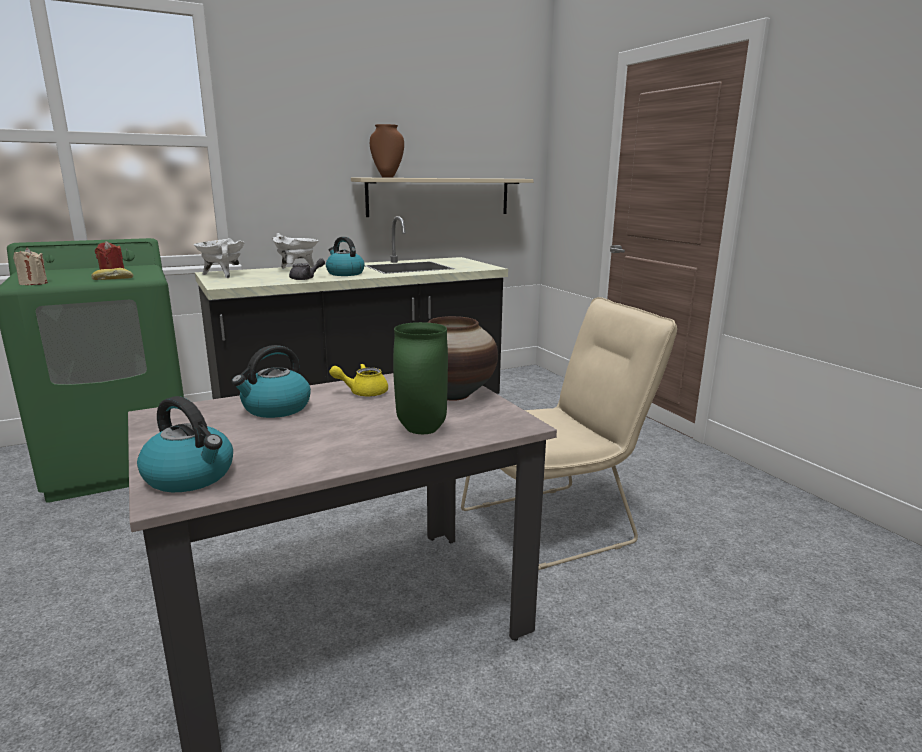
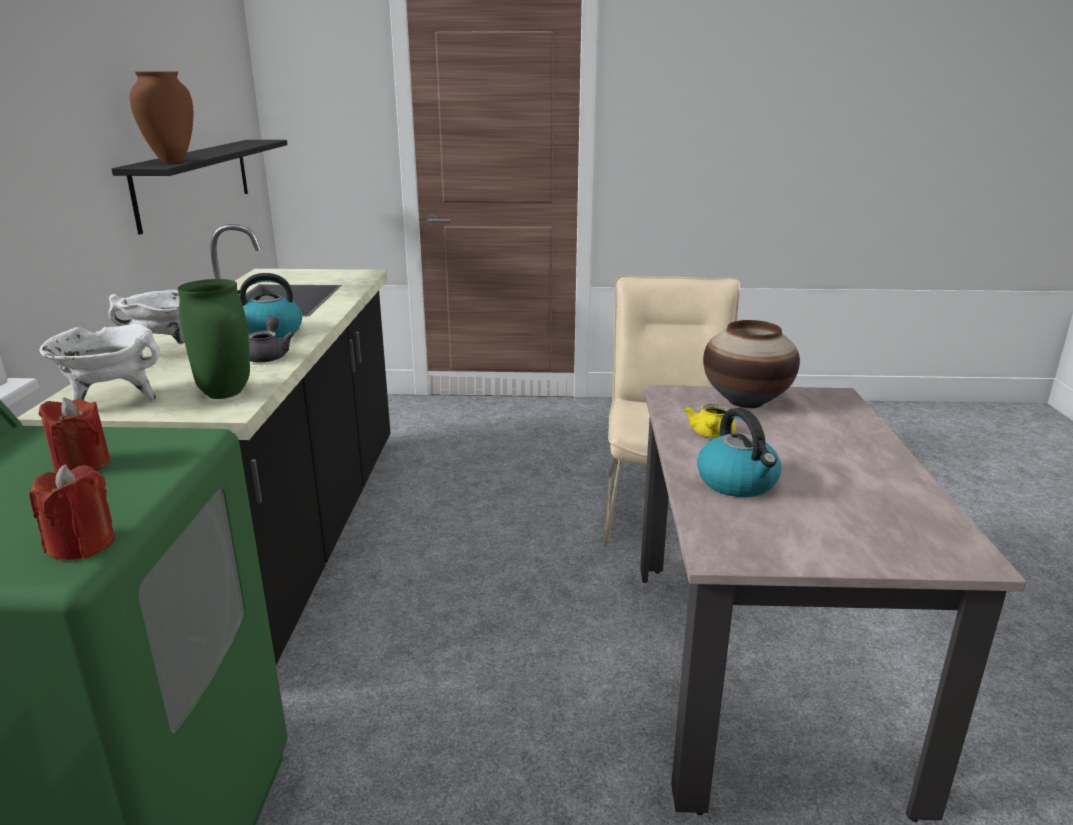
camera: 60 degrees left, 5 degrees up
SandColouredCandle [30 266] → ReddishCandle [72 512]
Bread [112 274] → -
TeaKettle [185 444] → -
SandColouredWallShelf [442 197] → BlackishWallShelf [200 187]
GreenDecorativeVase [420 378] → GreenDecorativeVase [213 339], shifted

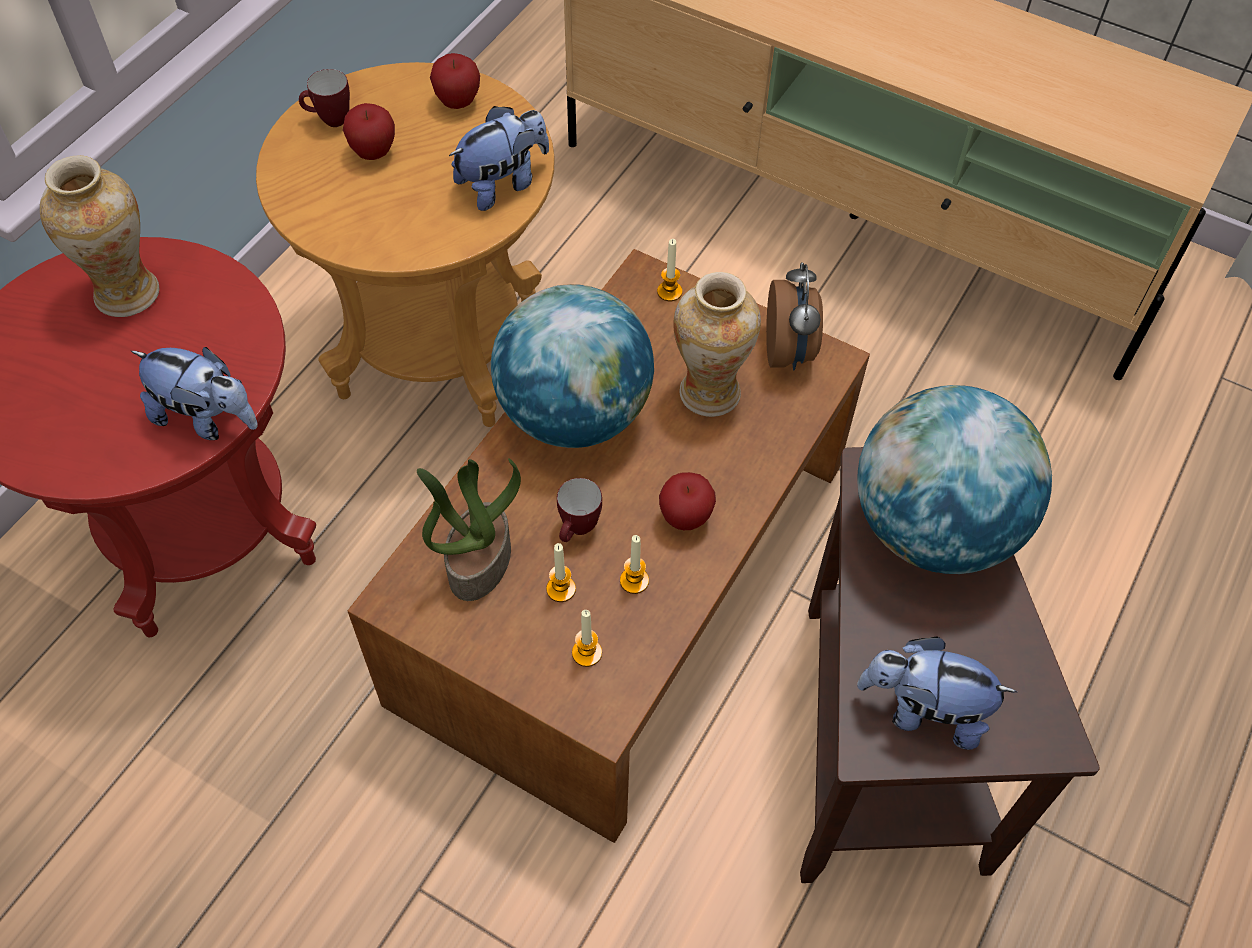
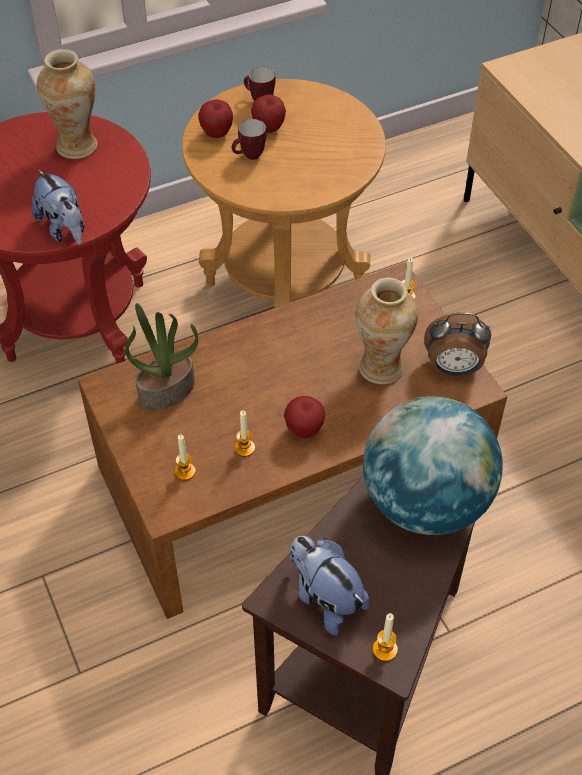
camera: 35 degrees right, 5 degrees down
AppleFruit [455 81] → AppleFruit [215 118], shifted
PlushToy [499 158] → -
WorldGlobe [572 366] → -
Candle [561 572] → Candle [385 637], shifted
Mug [579 510] → Mug [249 139], shifted
AlarmClock [794 316] → AlarmClock [458 344], 60 degrees clockwise

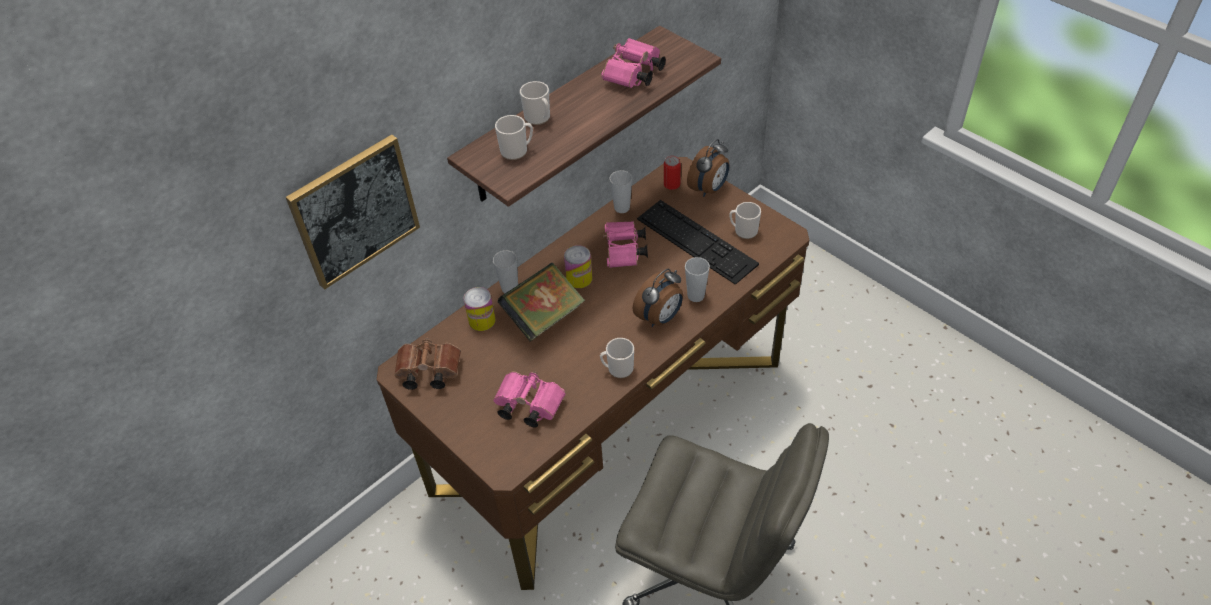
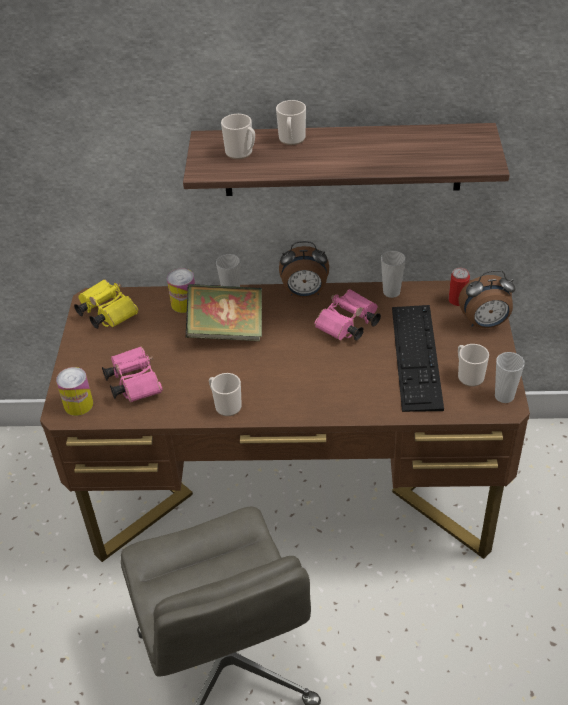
camera: 45 degrees right, 5 degrees down
WallPicture [353 212] → -
BrownishFieldGlasses [427 364] → YellowishFieldGlasses [106 304]
Can [578 266] → Can [74 391], shifted
PinkishFieldGlasses [633 63] → -
AlarmClock [658 298] → AlarmClock [304 269], shifted
SmallCup [697 279] → SmallCup [510 377], shifted

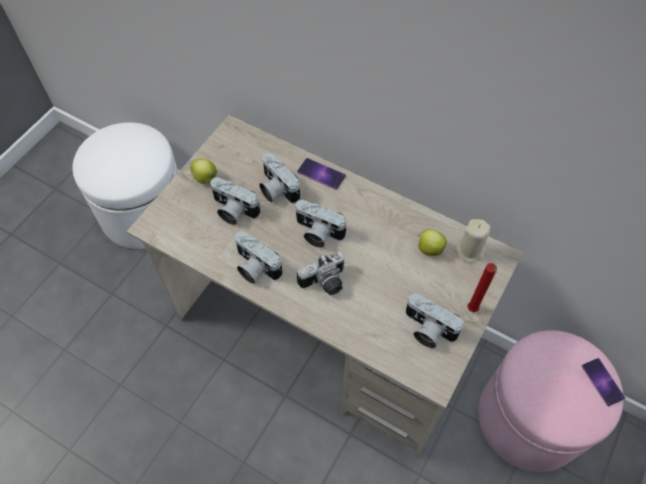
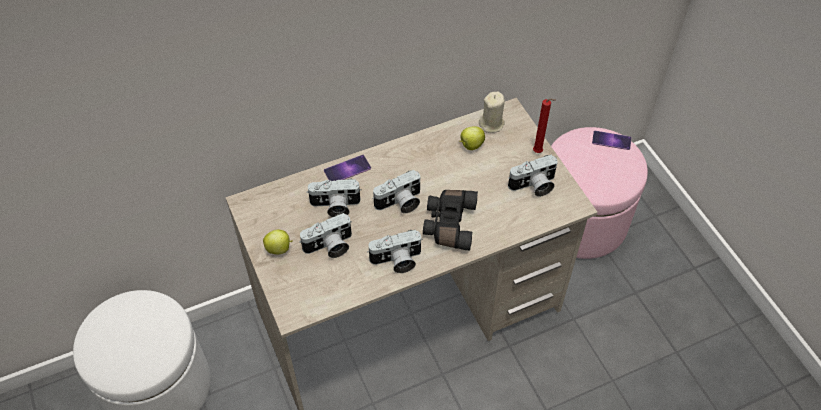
camera: 55 degrees left, 5 degrees down
PhotoCamera [321 273] → BlackishFieldGlasses [450 220]

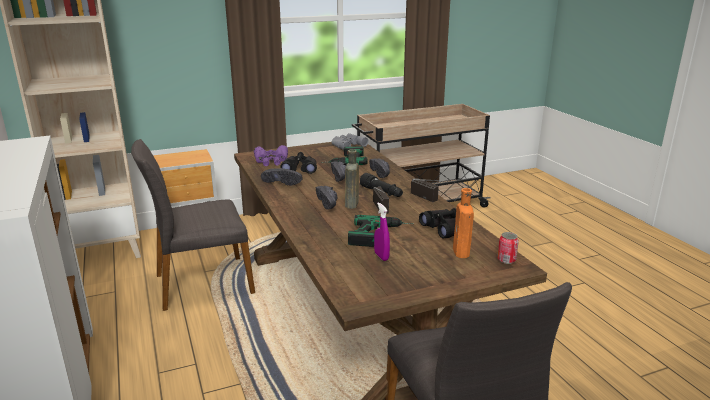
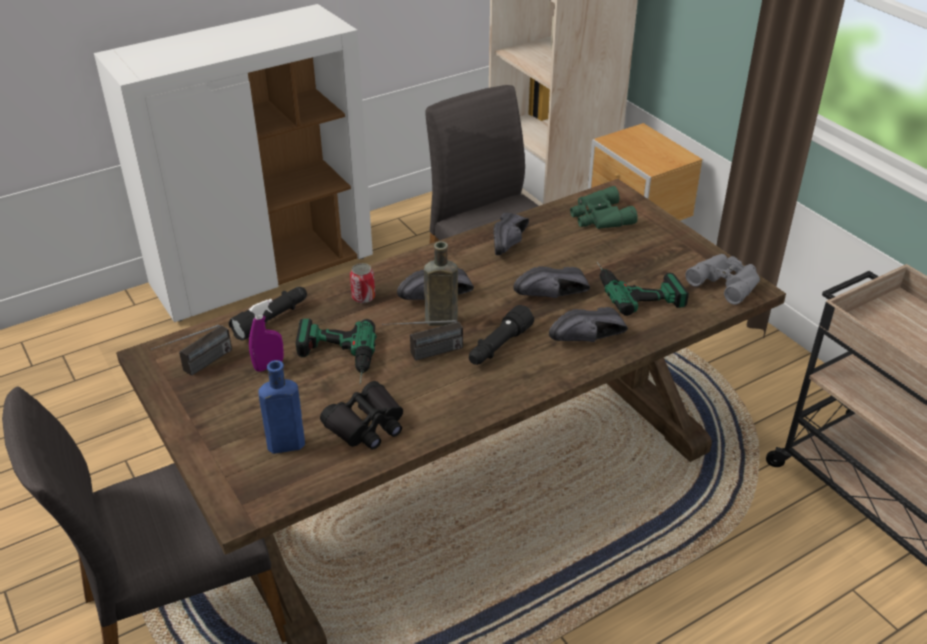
camera: 80 degrees right, 15 degrees up
PurpleColouredFieldGlasses [271 155] → GreenFieldGlasses [604 207]
BlackishFieldGlasses [298 163] → -
RadioSet [425 190] → RadioSet [191 350], shifted
OrangeBottle [463 223] → BluishBottle [281 407]
Can [508 248] → Can [362 283], shifted
- → BlackishHandTorch [268 314]

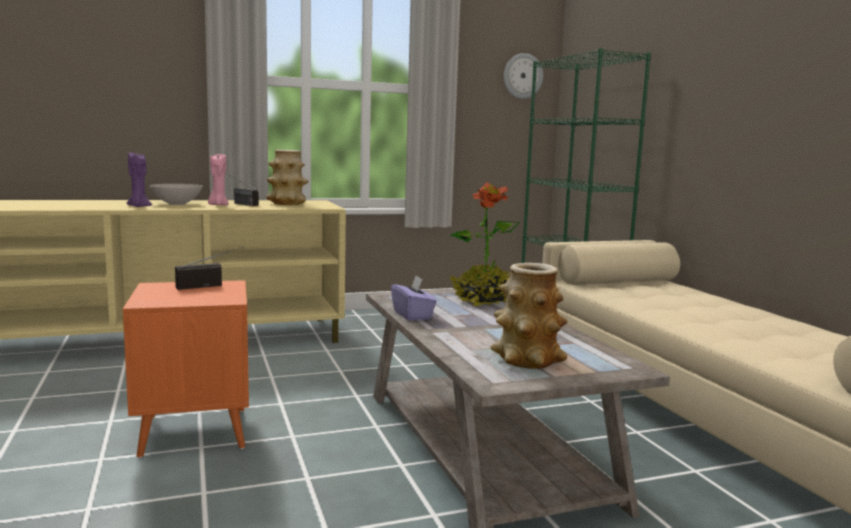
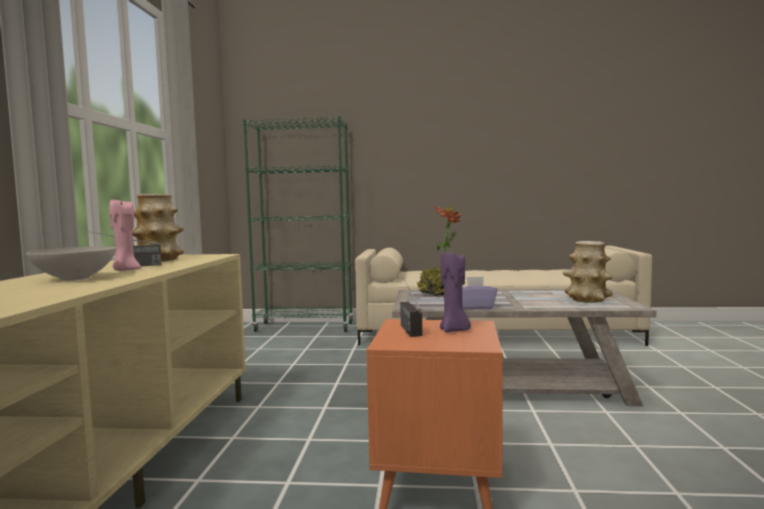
camera: 65 degrees left, 5 degrees down
PurpleColouredCandle [139 179] → PurpleColouredCandle [455 292], shifted
HangingClock [523 76] → -

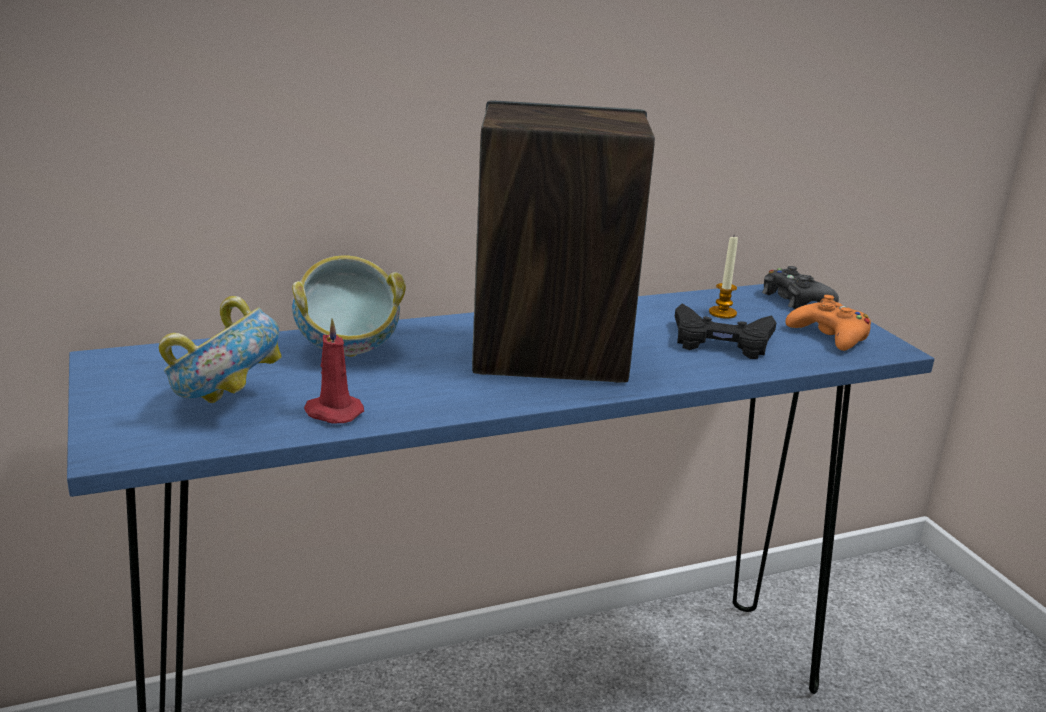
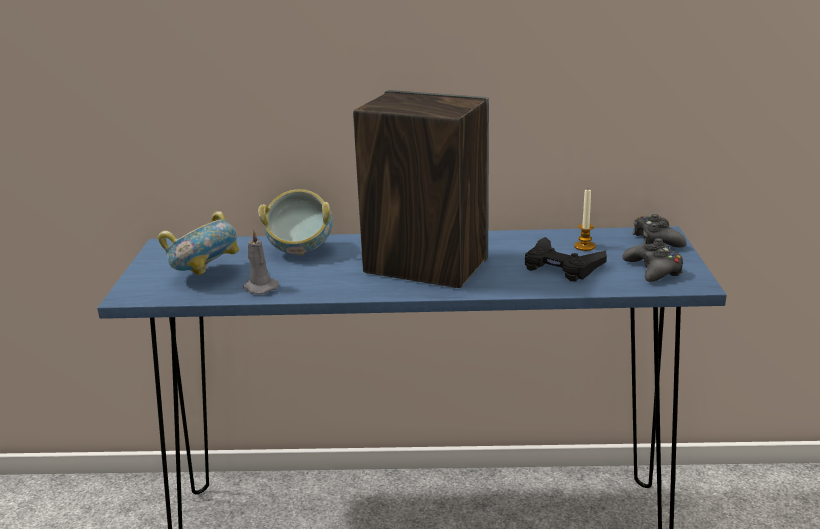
camera: 25 degrees right, 0 degrees up
ReddishCandle [334 371] → GreyishCandle [261 261]
OrangeJoypad [828 323] → BlackishJoypad [652 260]

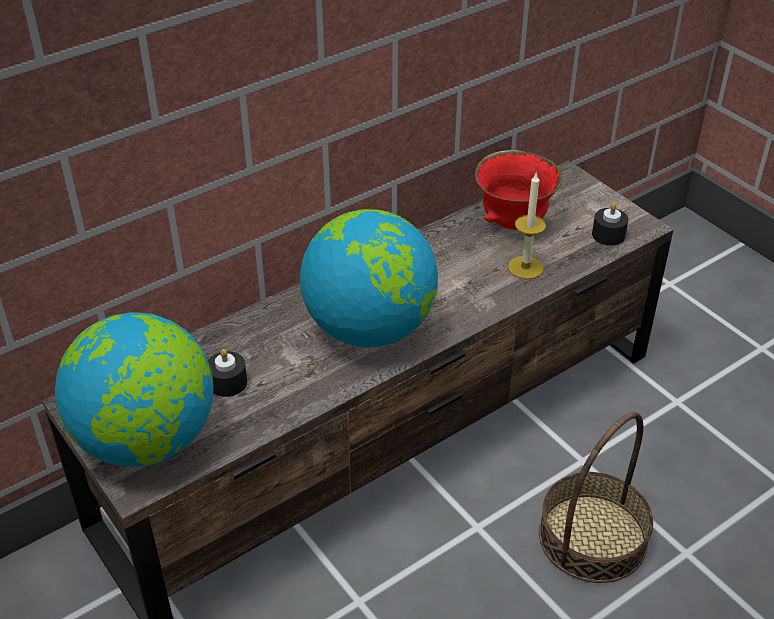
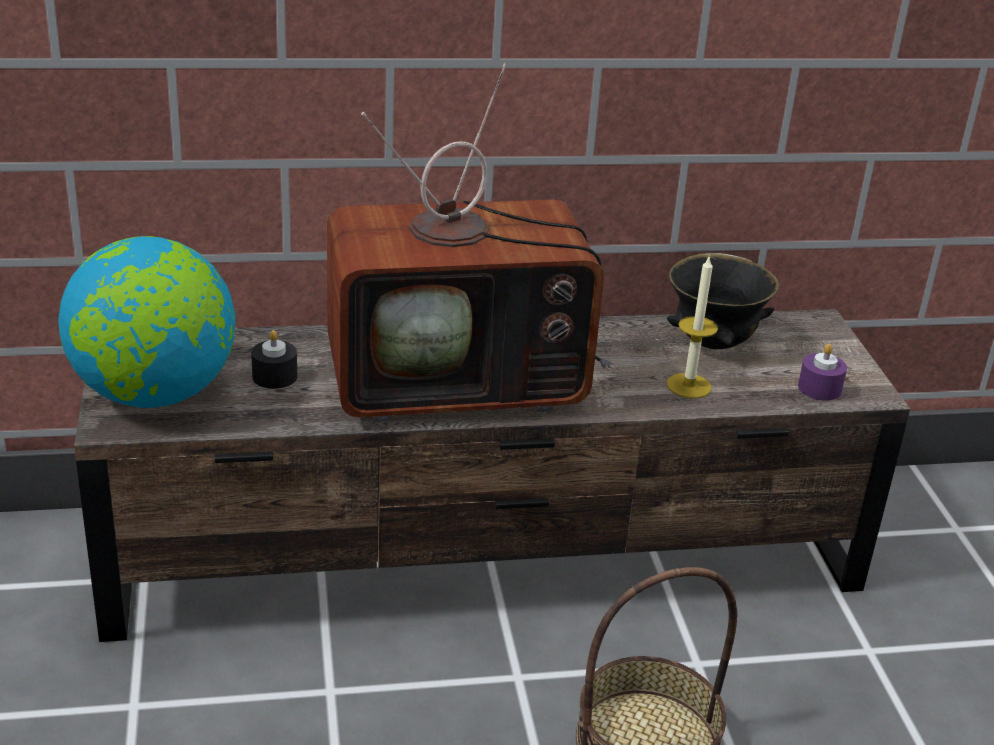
camera: 25 degrees right, 10 degrees down
WorldGlobe [369 278] → Tv [471 242]
ReddishDeepDish [518 190] → BlackishDeepDish [723 301]
BlackishCandle [610 224] → PurpleColouredCandle [822 372]

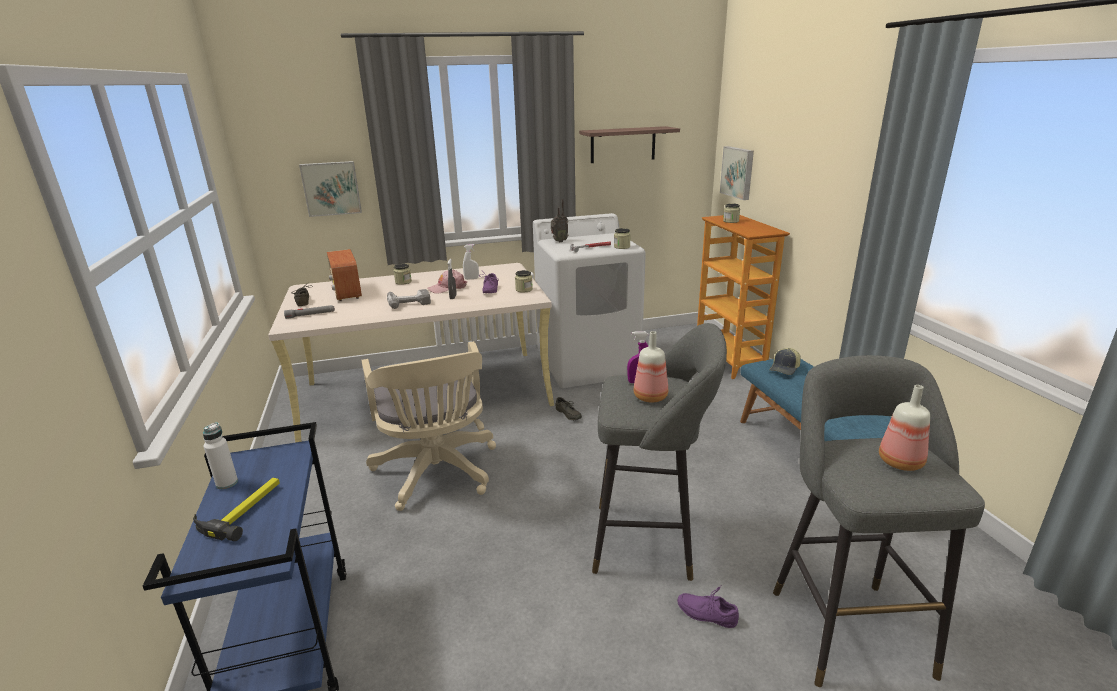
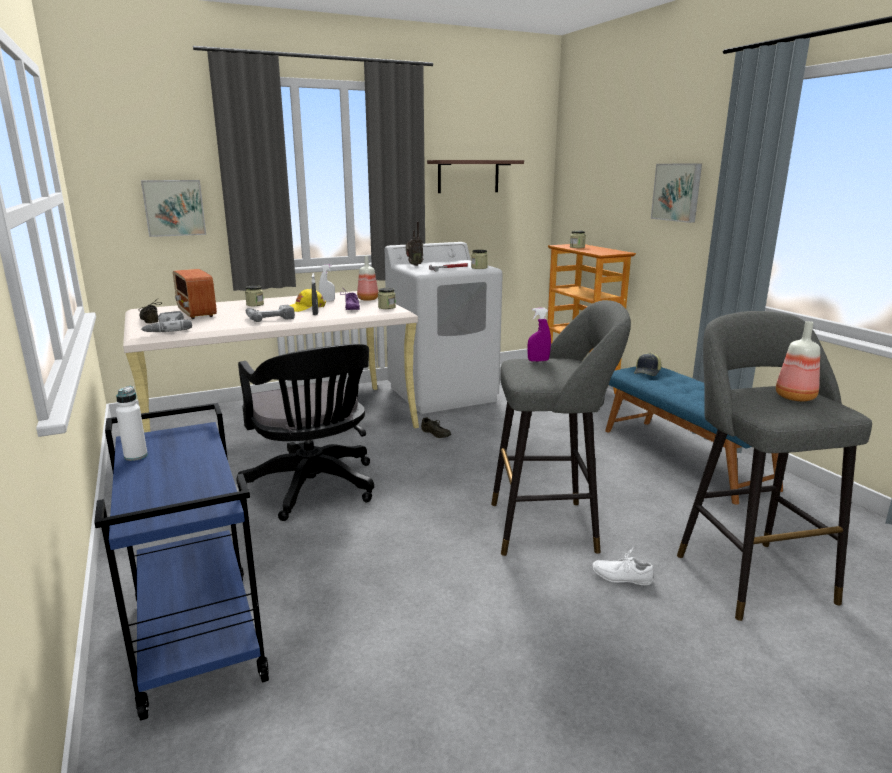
camera: 10 degrees left, 5 degrees down
Hammer [236 509] → -
GreyishHandTorch [309 312] → ElectricDrill [166 321]
SandColouredOfficeChair [429 426] → BlackishOfficeChair [305 432]
PinkishPeakedCap [447 282] → YellowishPeakedCap [308 300]
Bottle [651 367] → Bottle [367 278], shifted
PurpleColouredLowShoe [708 607] → WhiteColouredLowShoe [623 565]
WallPicture [737 173] → WallPicture [676 193], shifted

